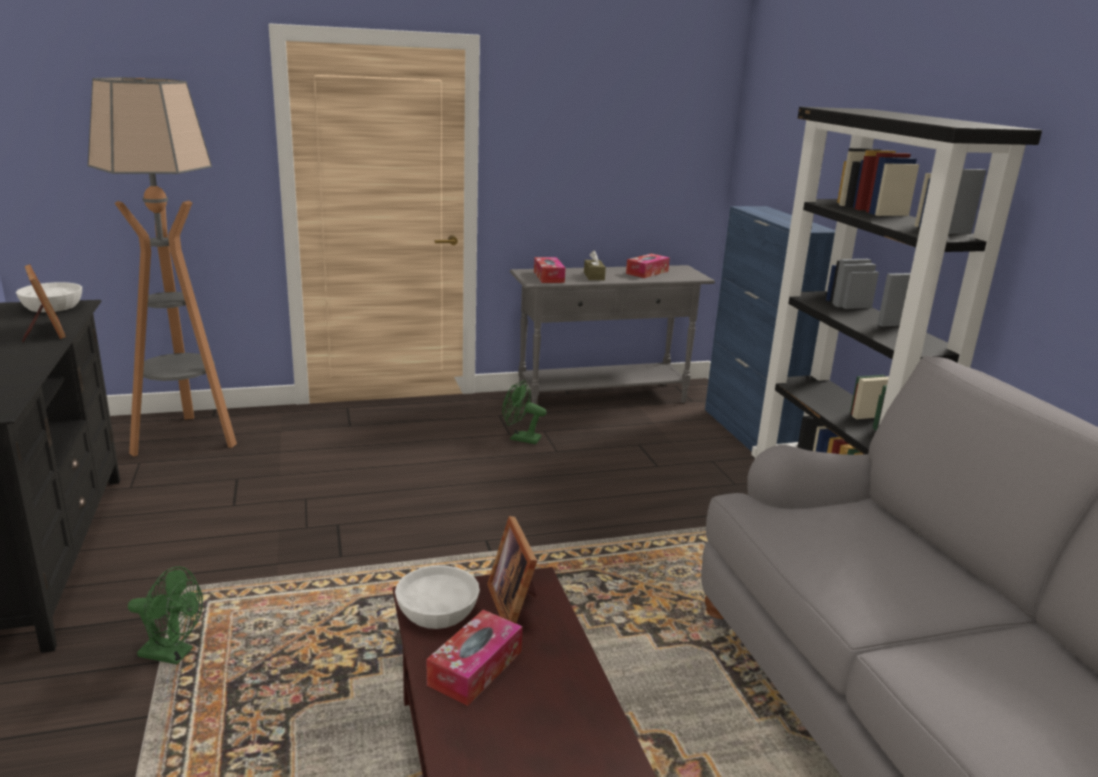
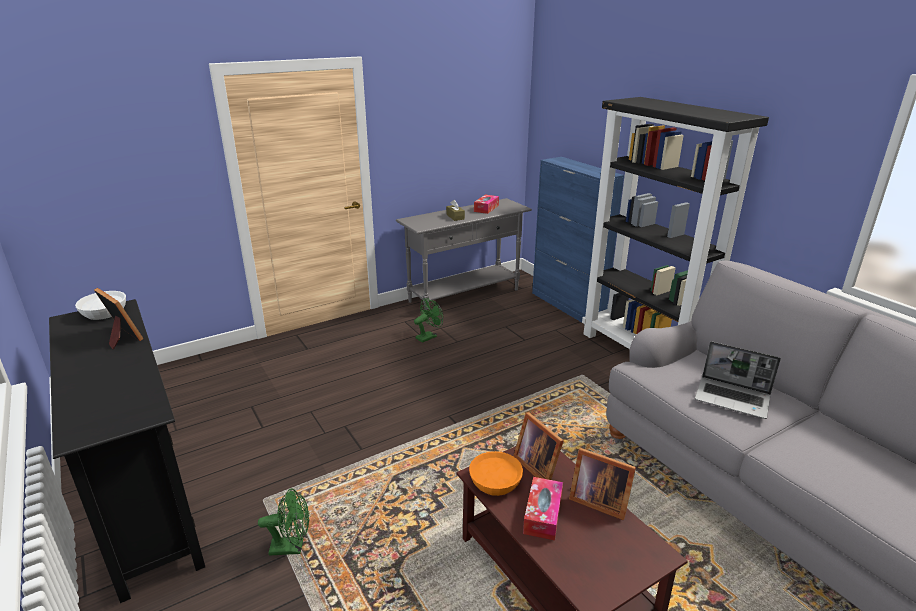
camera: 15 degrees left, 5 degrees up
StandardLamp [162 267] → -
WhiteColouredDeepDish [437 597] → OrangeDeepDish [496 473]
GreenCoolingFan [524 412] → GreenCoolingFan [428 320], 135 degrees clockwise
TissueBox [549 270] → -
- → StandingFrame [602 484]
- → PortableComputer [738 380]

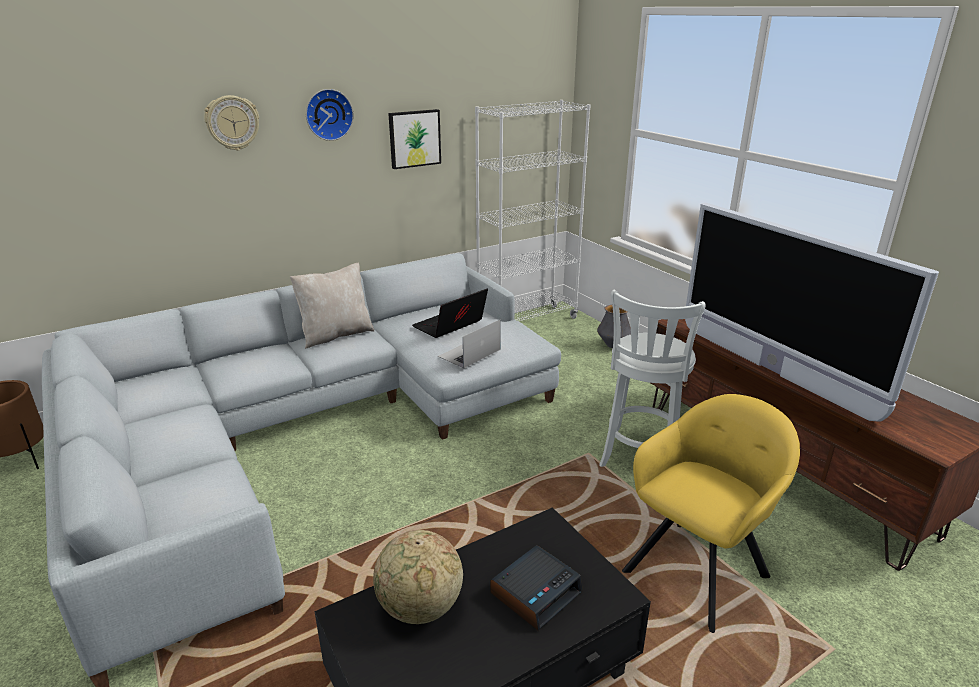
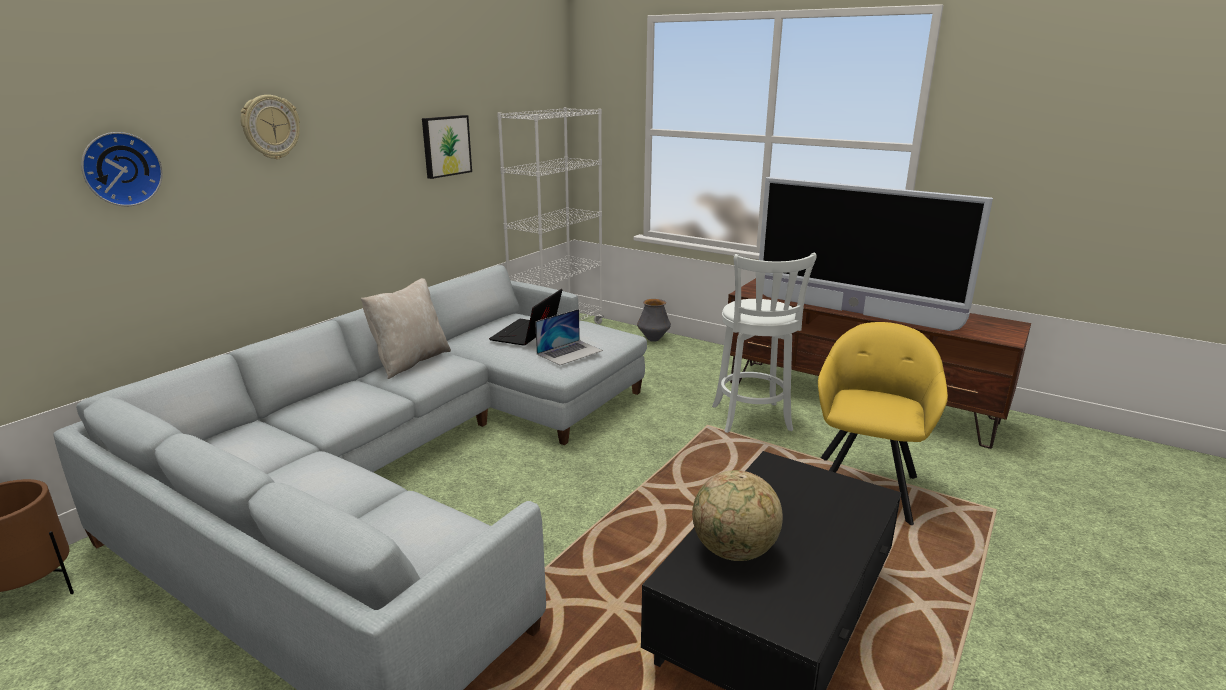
camera: 25 degrees left, 5 degrees down
HangingClock [330 115] → HangingClock [122 169], shifted
PortableComputer [469 344] → PortableComputer [569 337], 150 degrees counterclockwise
AlarmClock [536 588] → -

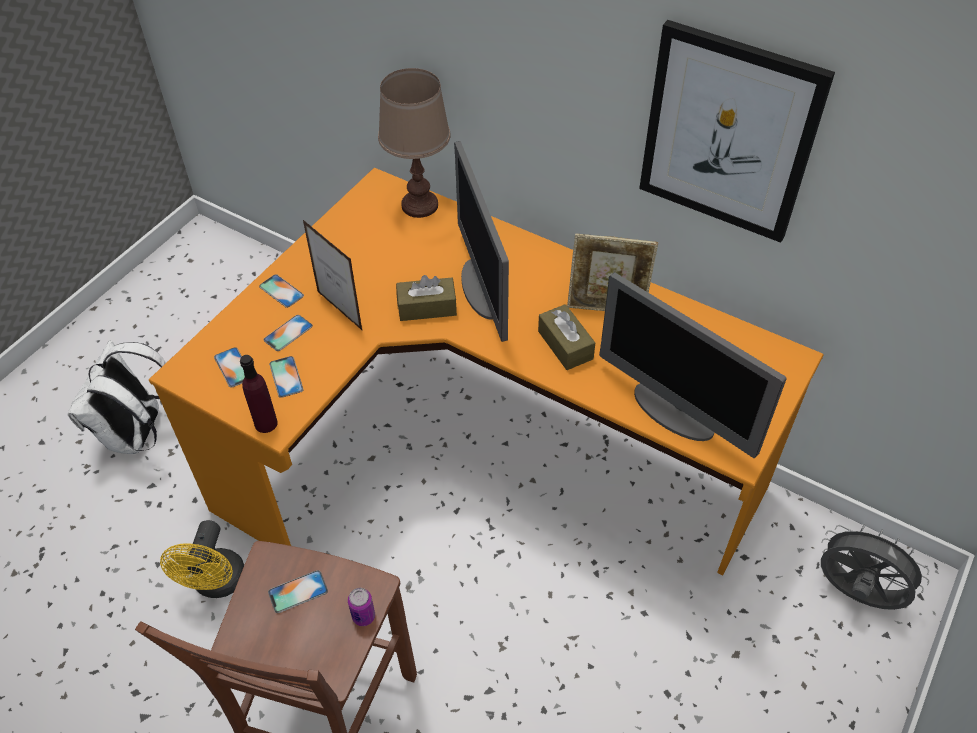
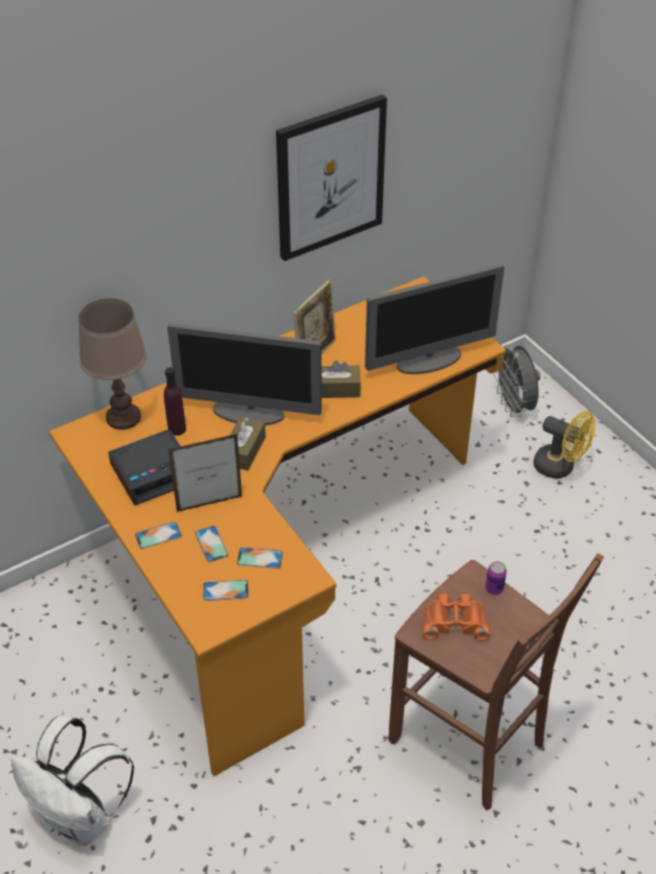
camera: 65 degrees left, 5 degrees down
YellowishCoolingFan [202 559] → YellowishCoolingFan [564 445], shifted
PurpleColouredBottle [259 394] → PurpleColouredBottle [175 401], shifted
Telephone [298 591] → OrangeFieldGlasses [456 617]
GreyishCoolingFan [875 567] → GreyishCoolingFan [516 380], 75 degrees counterclockwise
- → AlarmClock [144 467]

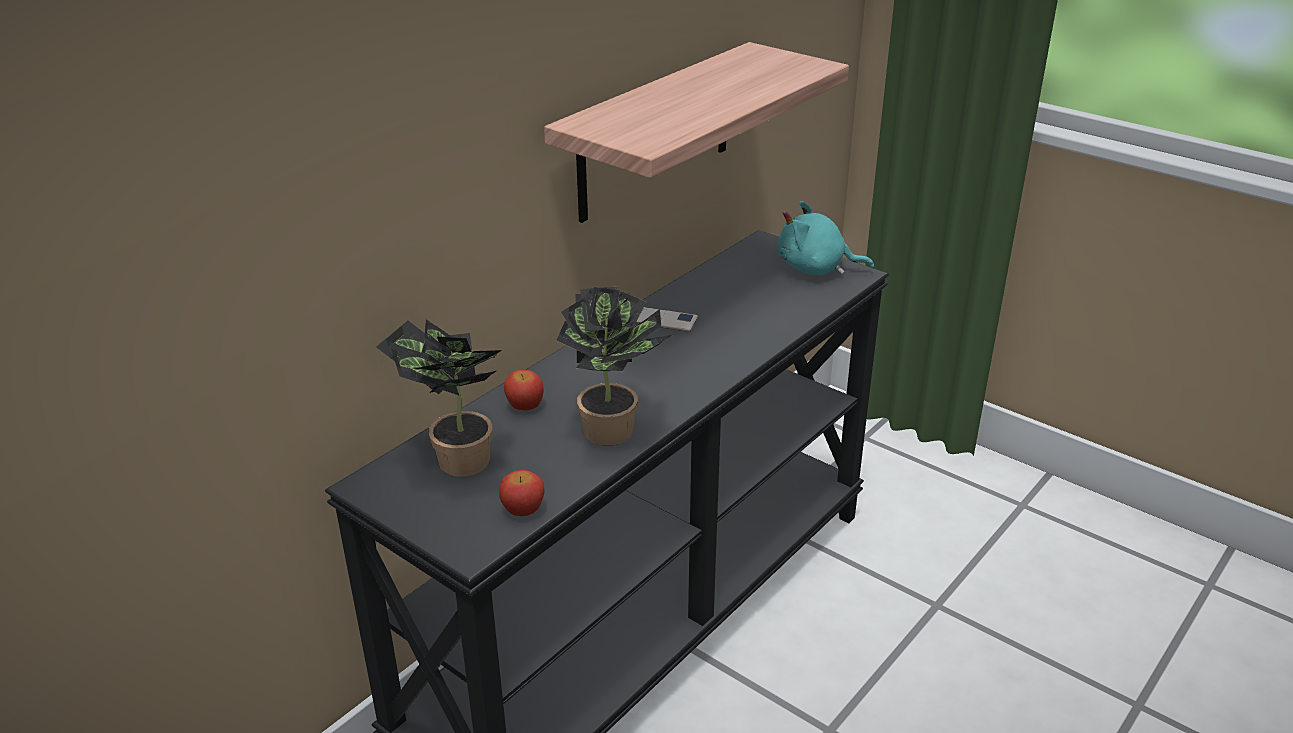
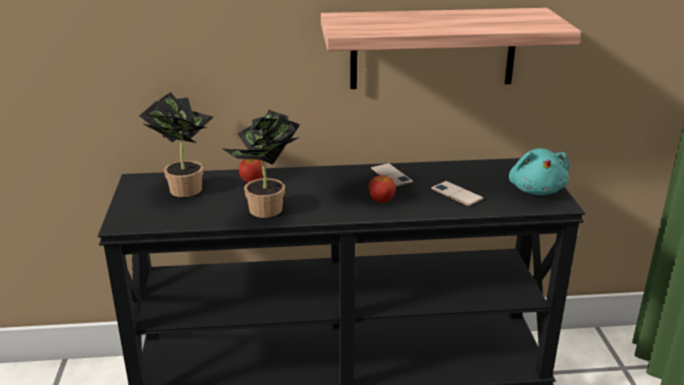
camera: 45 degrees right, 5 degrees down
AppleFruit [521 493] → AppleFruit [382 189], shifted
TurquoisePlushToy [826 238] → TurquoisePlushToy [539 171], 150 degrees counterclockwise
- → Telephone [457 193]

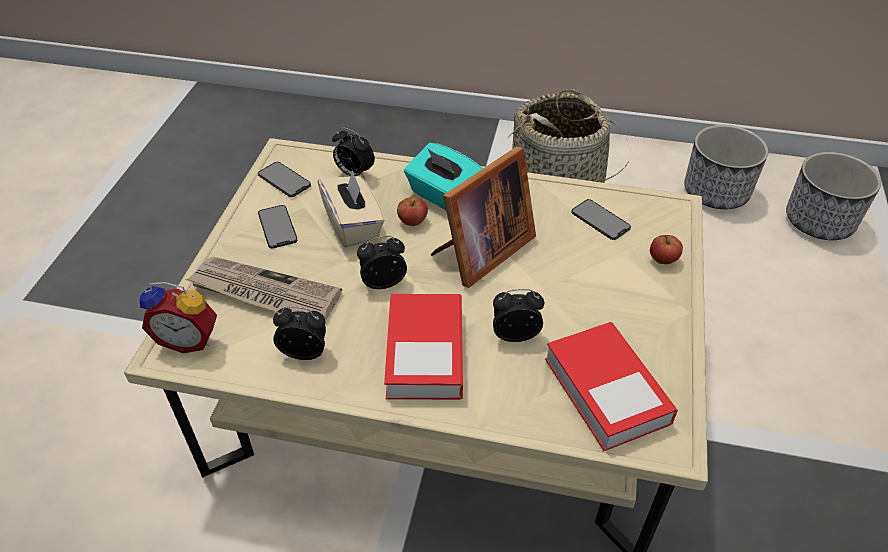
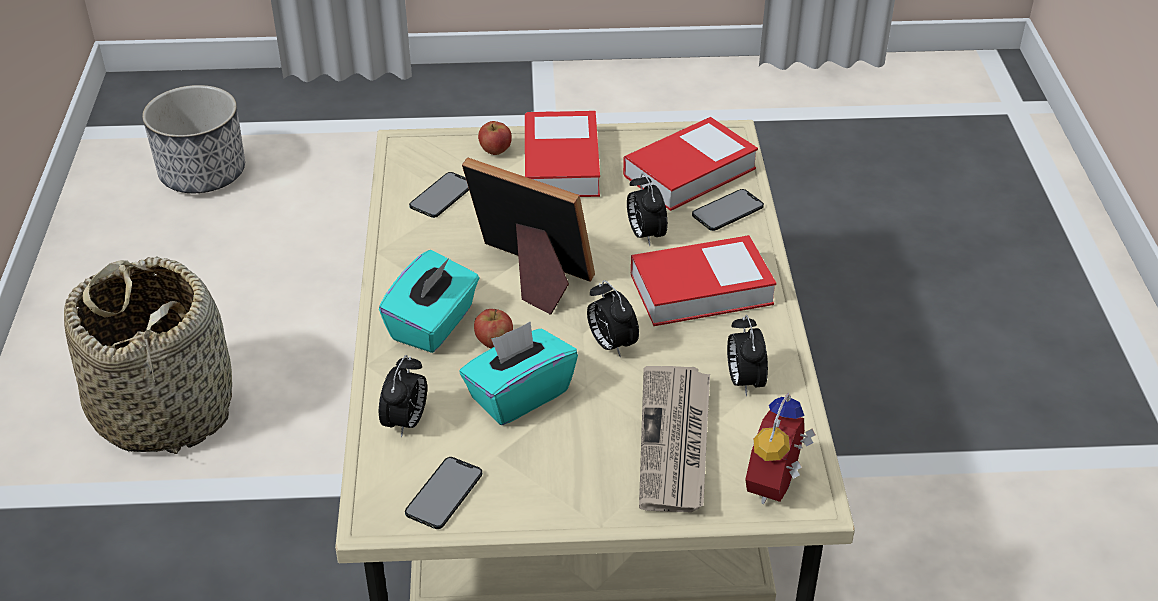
camera: 105 degrees left, 5 degrees down
AlarmClock [178 317] → AlarmClock [780 448], 150 degrees counterclockwise
Telephone [277 227] → Telephone [728 210], shifted
SandColouredTissueBox [351 208] → TurquoiseTissueBox [518 373]
FlowerPot [726 167] → -
- → BoundBook [562 154]

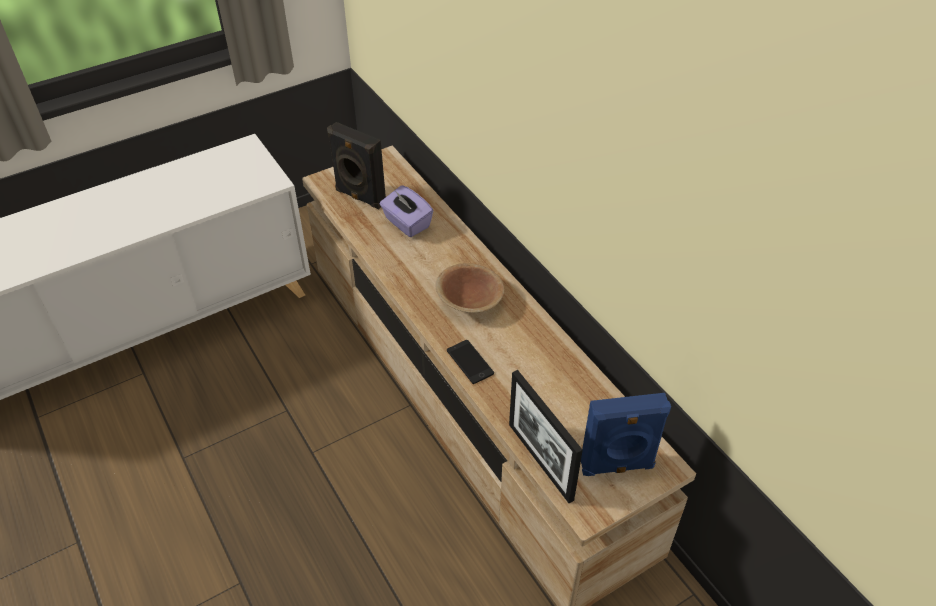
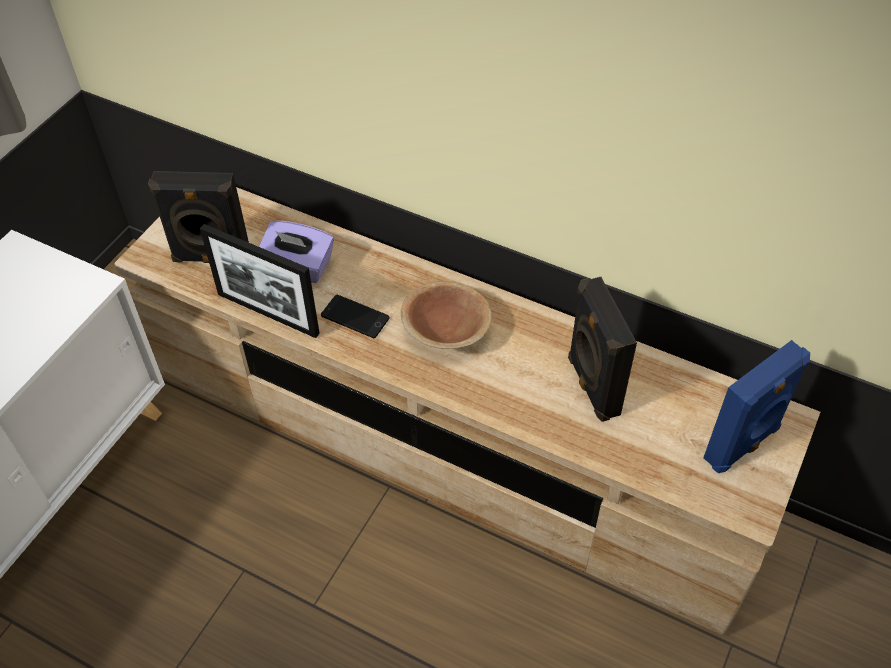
camera: 30 degrees left, 5 degrees up
Telephone [470 362] → Telephone [355 316], shifted
StandingFrame [546 436] → StandingFrame [260 281], shifted
- → BlackishLoudspeaker [602 349]

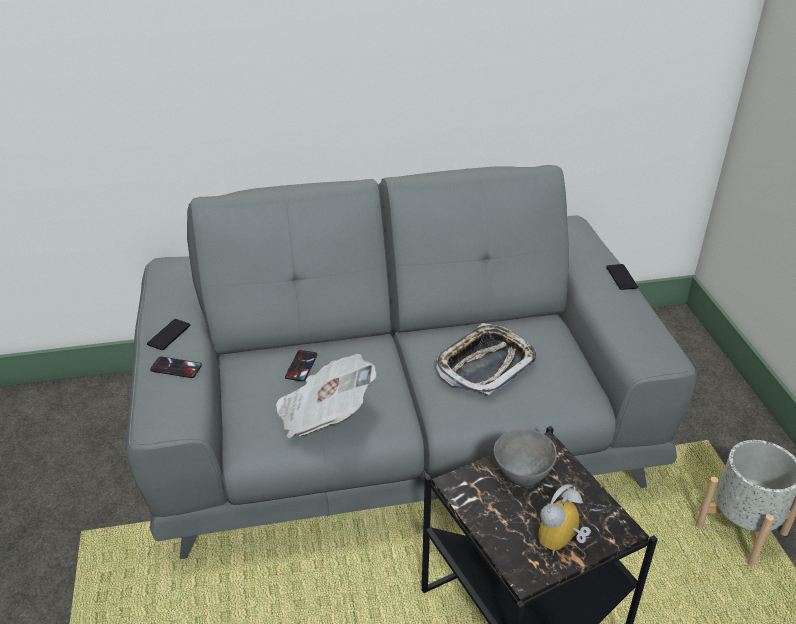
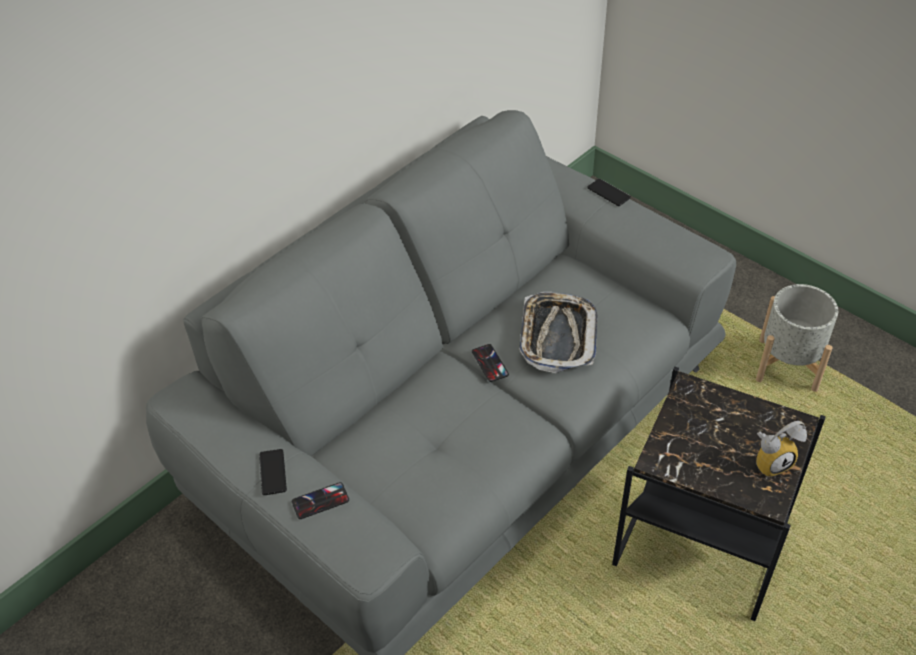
camera: 35 degrees left, 10 degrees up
DailyPaper [326 396] → -
Telephone [301 366] → Telephone [490 363], shifted
GreyishDeepDish [525 458] → -
AlarmClock [565 519] → AlarmClock [781 449], 120 degrees counterclockwise

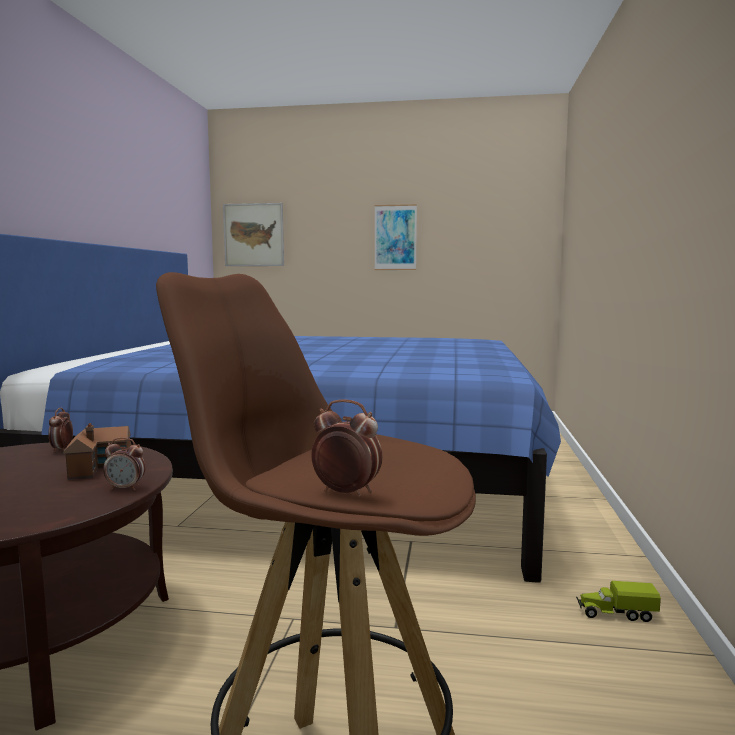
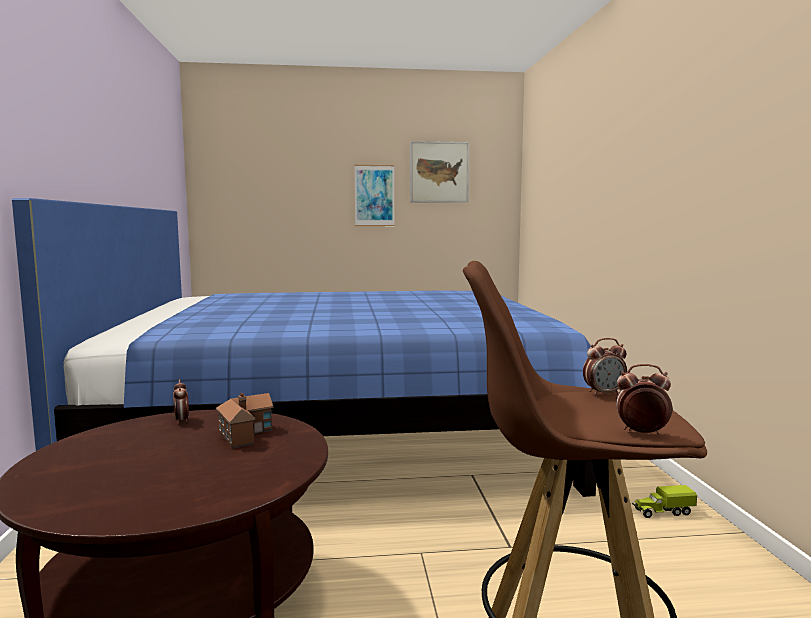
camera: 15 degrees left, 0 degrees up
AlarmClock [124 464] → AlarmClock [605 367], shifted
WallPicture [253 234] → WallPicture [439 172], shifted

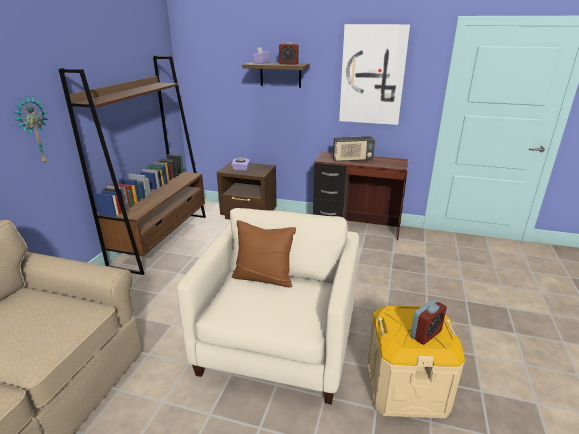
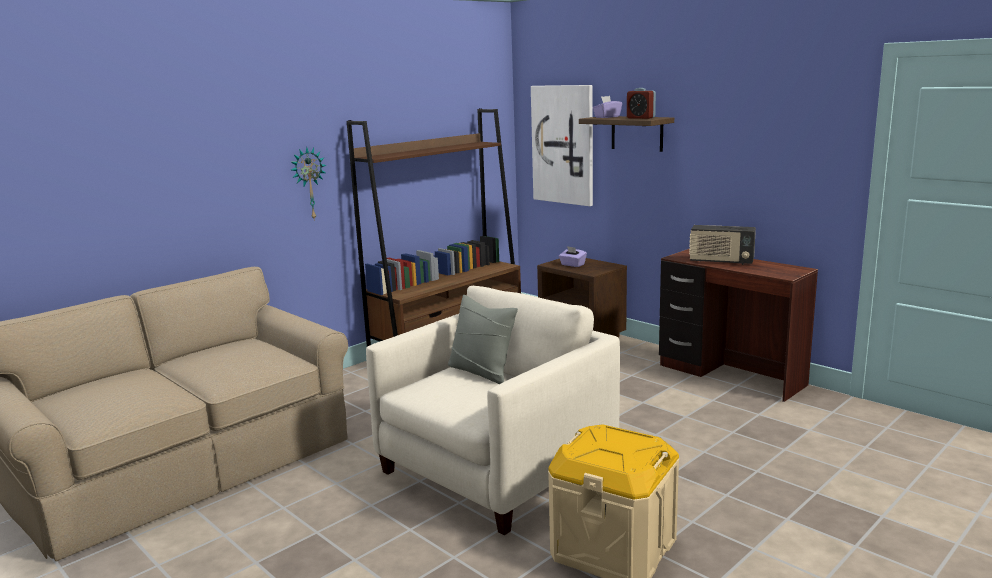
camera: 30 degrees right, 10 degrees down
BrownishThrowPillow [264 253] → GreyishThrowPillow [483 339]
WallPicture [374 74] → WallPicture [562 145], shifted
AlarmClock [428 322] → -

